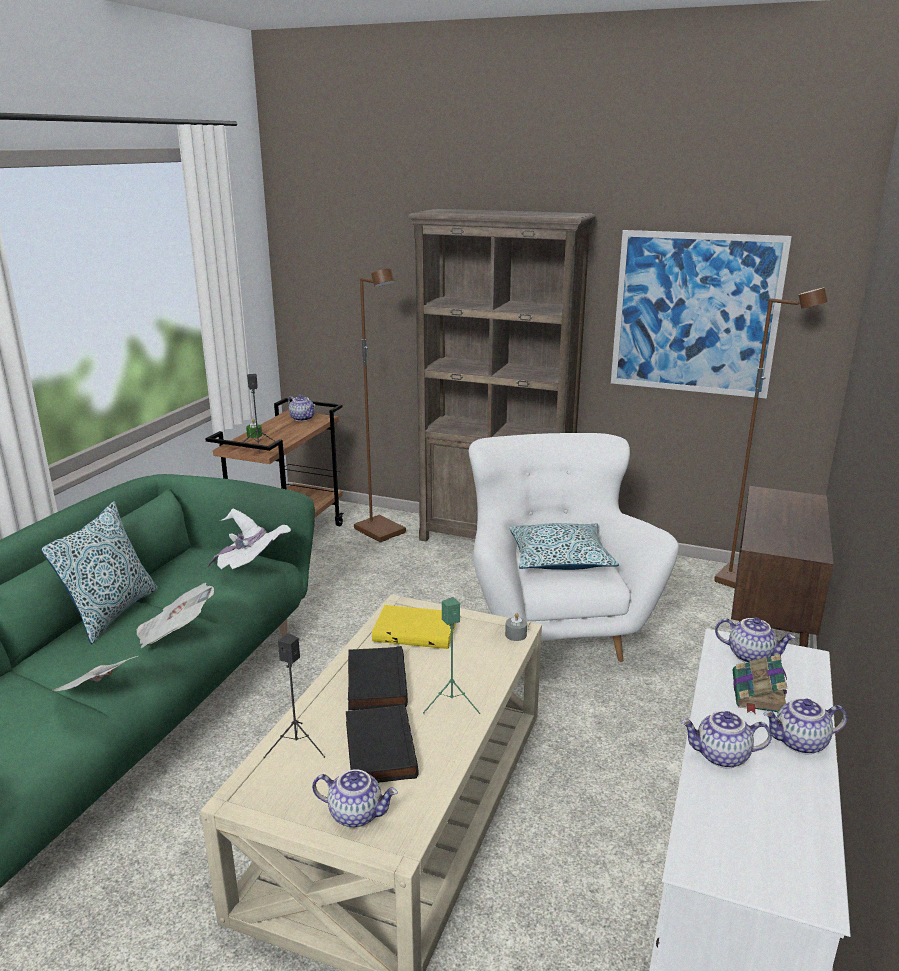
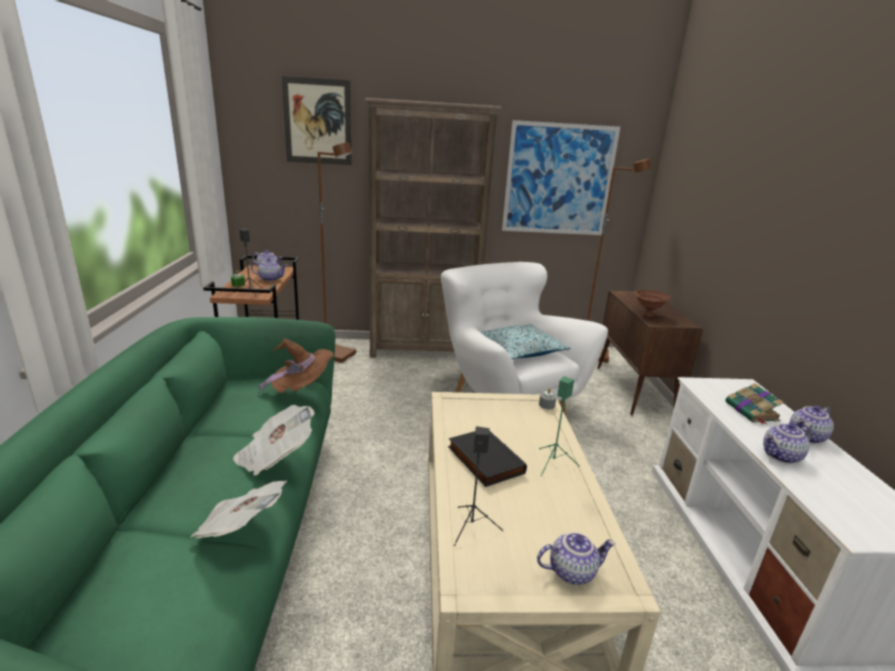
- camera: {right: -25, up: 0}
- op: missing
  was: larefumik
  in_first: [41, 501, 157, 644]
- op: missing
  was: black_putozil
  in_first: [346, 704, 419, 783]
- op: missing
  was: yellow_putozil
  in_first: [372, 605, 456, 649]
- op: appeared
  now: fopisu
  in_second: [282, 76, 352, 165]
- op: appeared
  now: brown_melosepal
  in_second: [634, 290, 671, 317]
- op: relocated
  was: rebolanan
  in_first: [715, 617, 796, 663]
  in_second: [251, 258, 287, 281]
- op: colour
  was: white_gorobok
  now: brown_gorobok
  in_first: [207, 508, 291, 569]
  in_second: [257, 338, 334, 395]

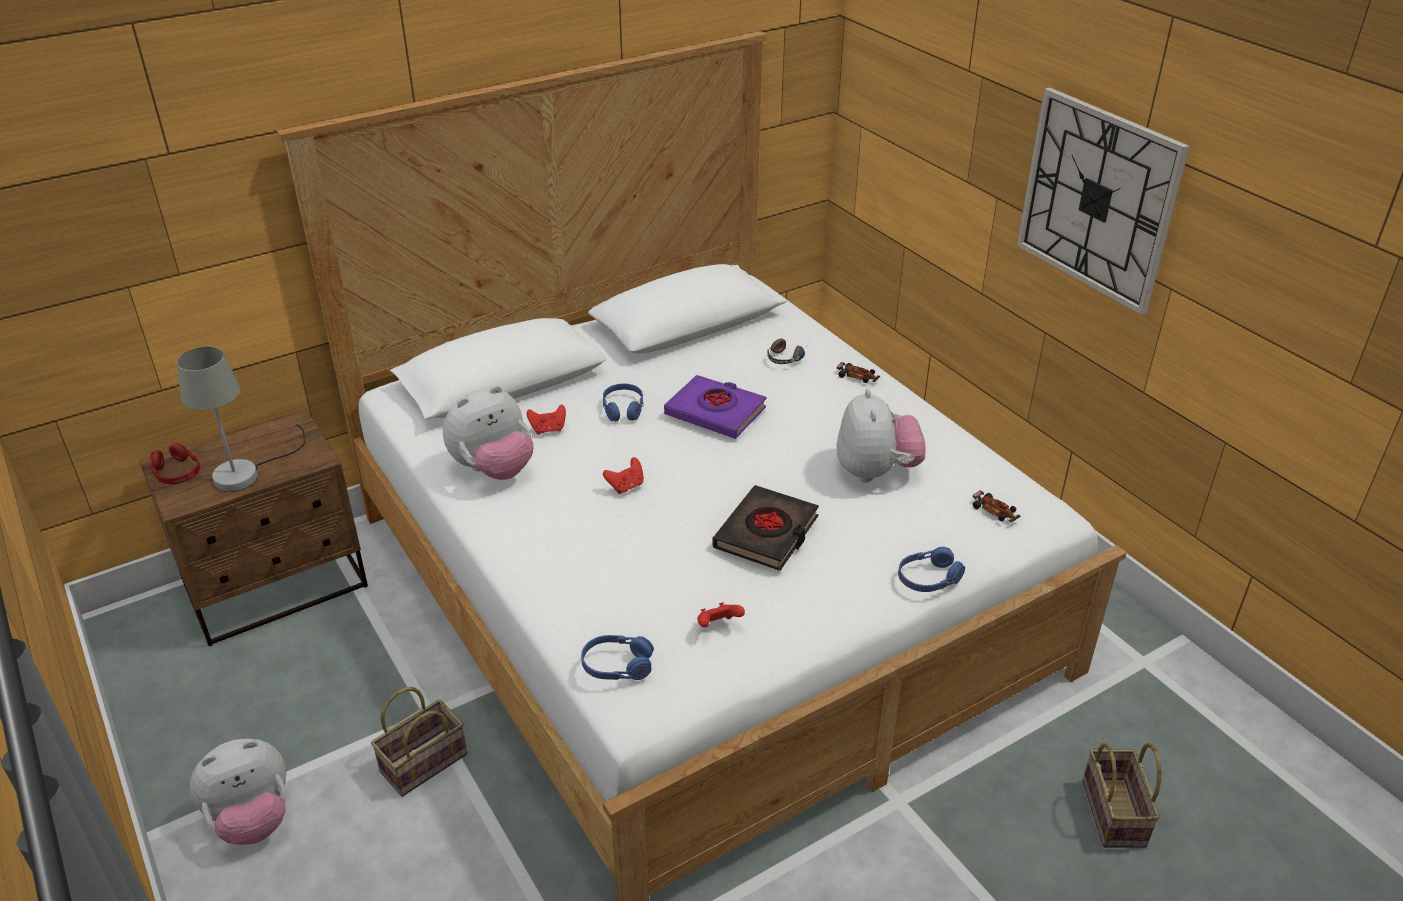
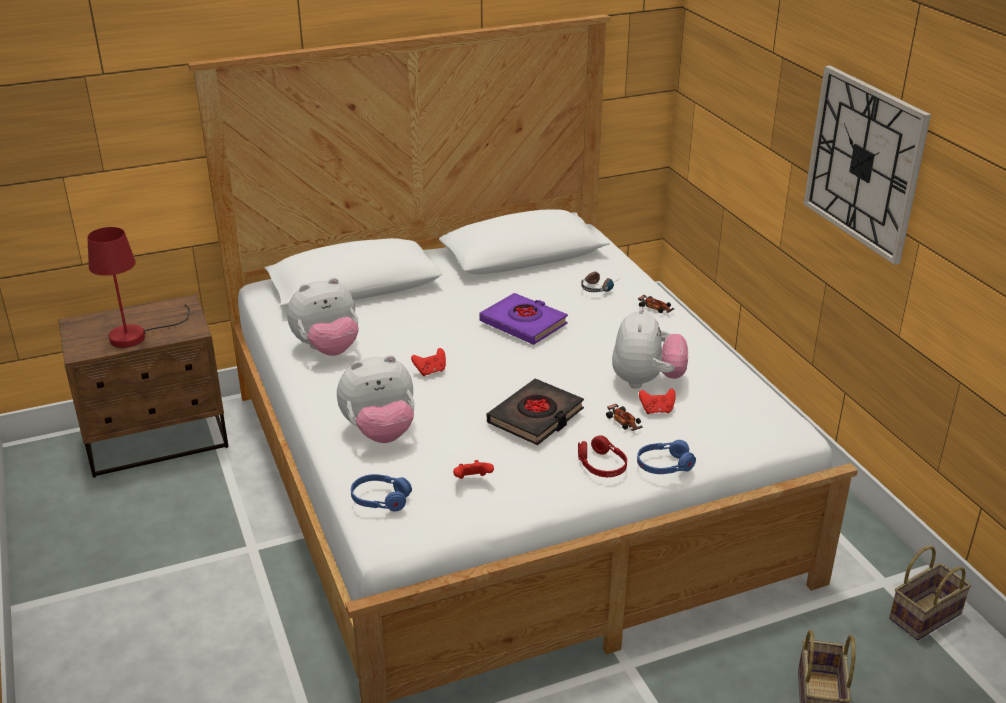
- camera: {right: 10, up: -5}
- op: missing
  was: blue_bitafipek
  in_first: [603, 383, 644, 421]
- op: relocated
  was: red_bitafipek
  in_first: [150, 443, 200, 484]
  in_second: [578, 435, 627, 477]
- op: relocated
  was: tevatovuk
  in_first: [190, 739, 287, 845]
  in_second: [337, 355, 415, 443]
- op: relocated
  was: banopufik
  in_first: [371, 687, 467, 797]
  in_second: [889, 546, 971, 640]
- op: relocated
  was: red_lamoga
  in_first: [527, 405, 566, 434]
  in_second: [639, 388, 676, 414]
- op: relocated
  was: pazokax
  in_first: [972, 490, 1021, 522]
  in_second: [606, 403, 643, 431]
- op: colour
  was: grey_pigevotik
  now: red_pigevotik
  in_first: [177, 347, 305, 492]
  in_second: [87, 227, 190, 348]

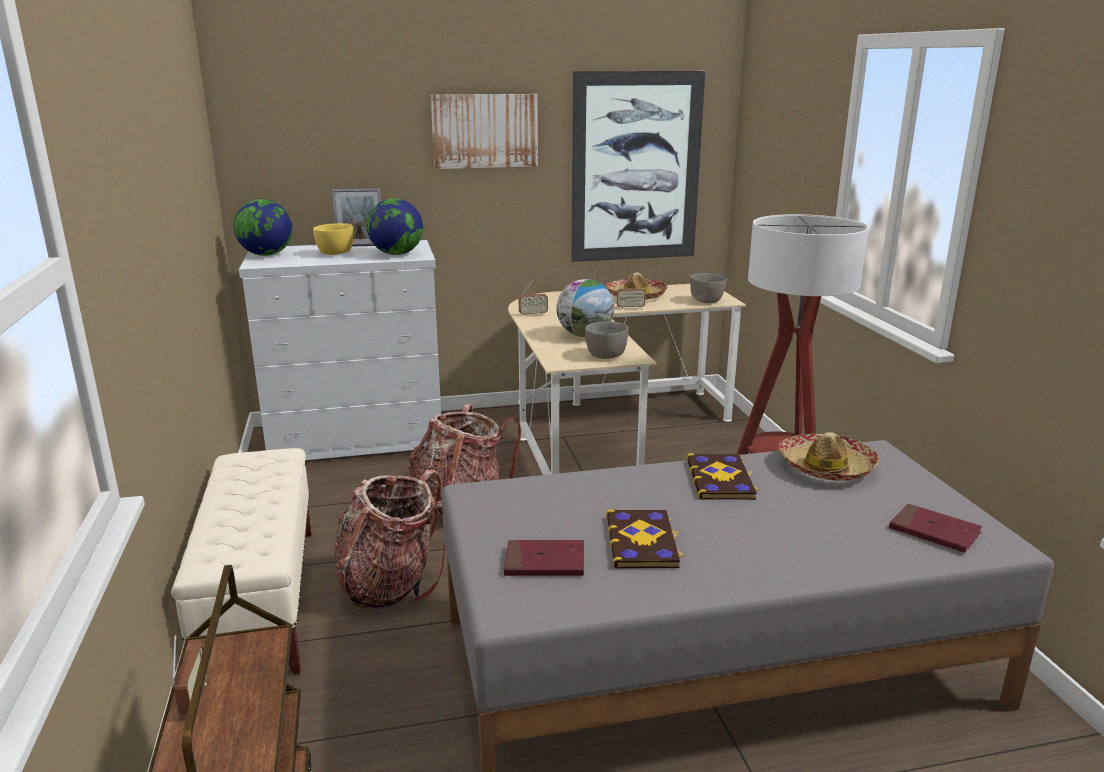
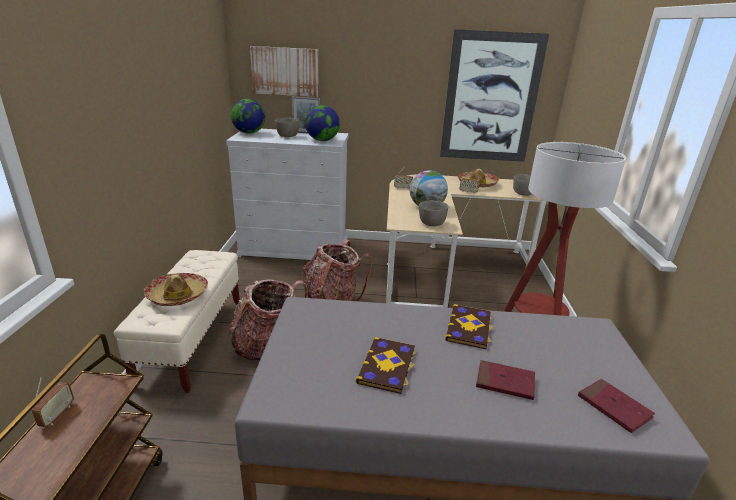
- camera: {right: 15, up: 5}
- op: relocated
  was: fopisu
  in_first: [431, 94, 538, 169]
  in_second: [250, 46, 318, 97]
- op: relocated
  was: red_putozil
  in_first: [504, 540, 584, 576]
  in_second: [476, 360, 535, 400]
- op: relocated
  was: gorobok
  in_first: [779, 432, 879, 481]
  in_second: [144, 273, 208, 306]
- op: colour
  was: yellow_melosepal
  now: grey_melosepal
  in_first: [313, 223, 353, 255]
  in_second: [275, 118, 299, 137]

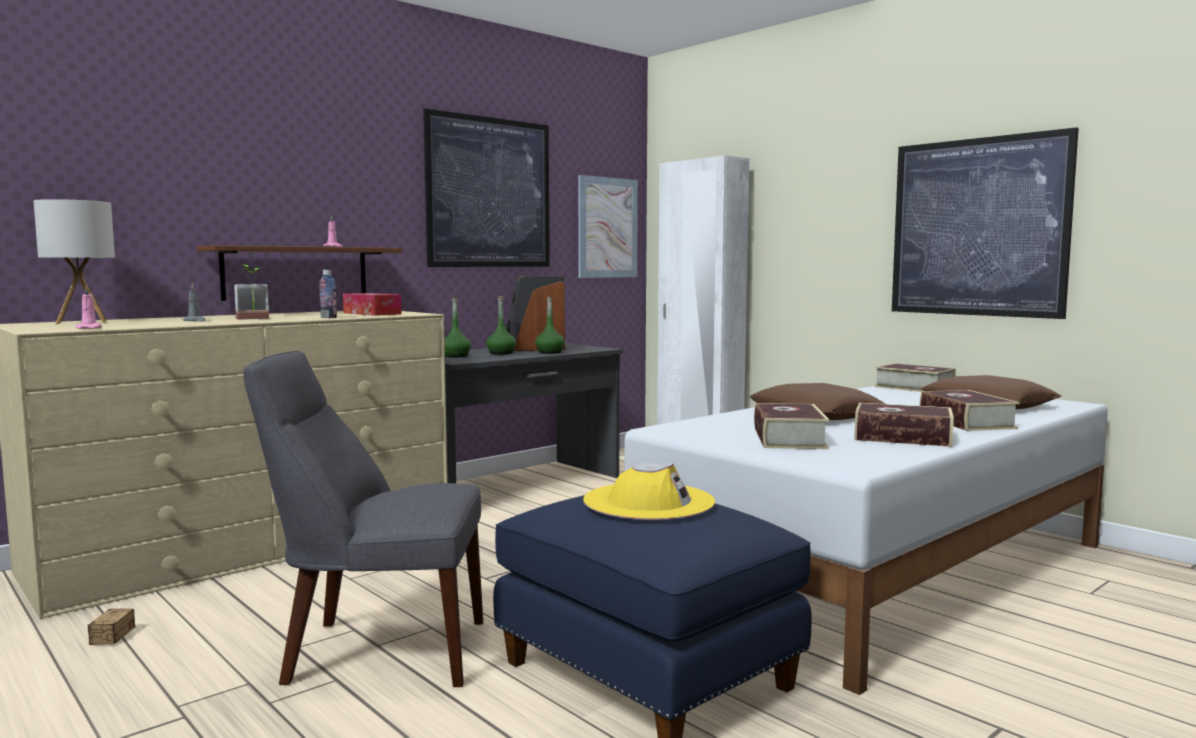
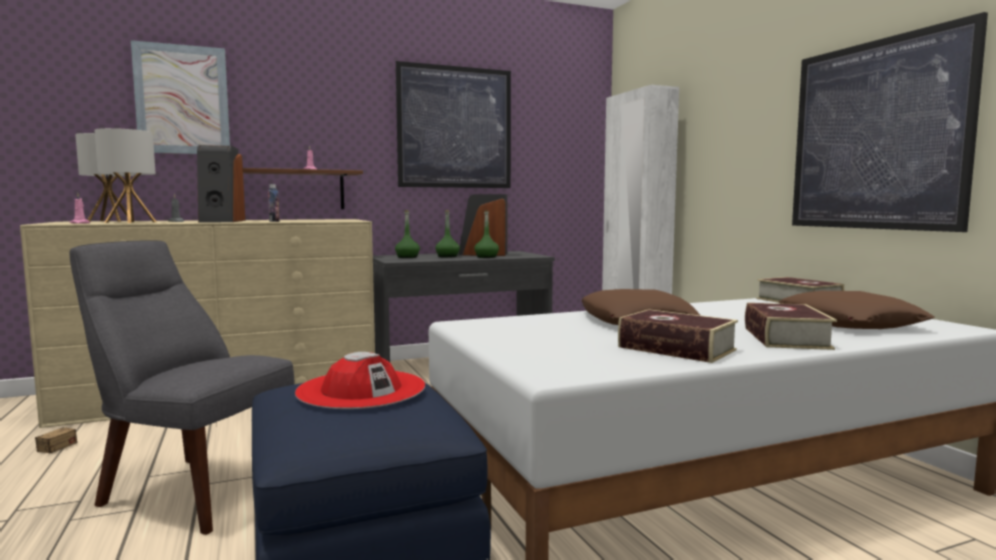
- camera: {right: 20, up: 0}
- op: missing
  was: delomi
  in_first: [343, 293, 402, 316]
- op: missing
  was: putozil
  in_first: [754, 403, 830, 449]
- op: appeared
  now: pigevotik
  in_second: [94, 128, 157, 223]
- op: relocated
  was: fopisu
  in_first: [578, 175, 638, 278]
  in_second: [131, 40, 230, 154]
- op: exchanged
  was: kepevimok
  now: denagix
  in_first: [234, 265, 269, 320]
  in_second: [197, 145, 245, 223]
- op: colour
  was: yellow_gorobok
  now: red_gorobok
  in_first: [583, 463, 715, 520]
  in_second: [295, 352, 425, 409]

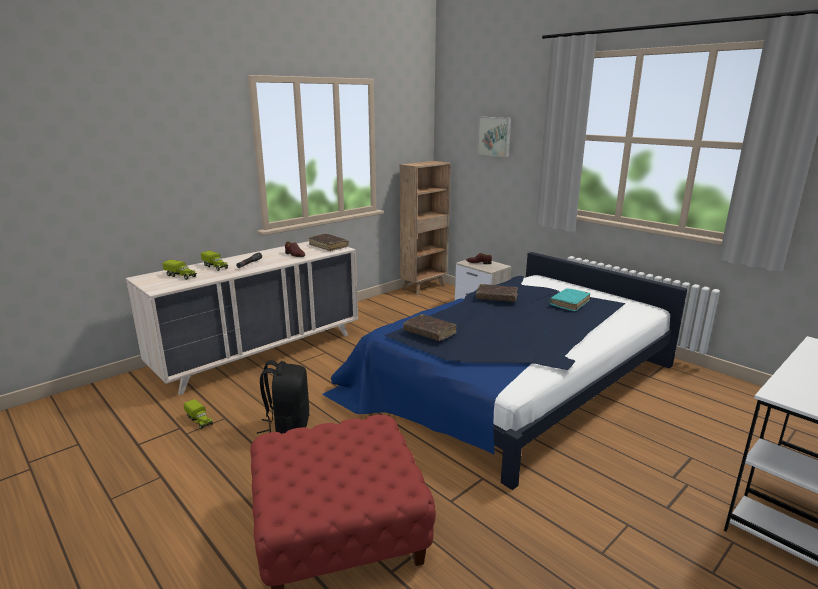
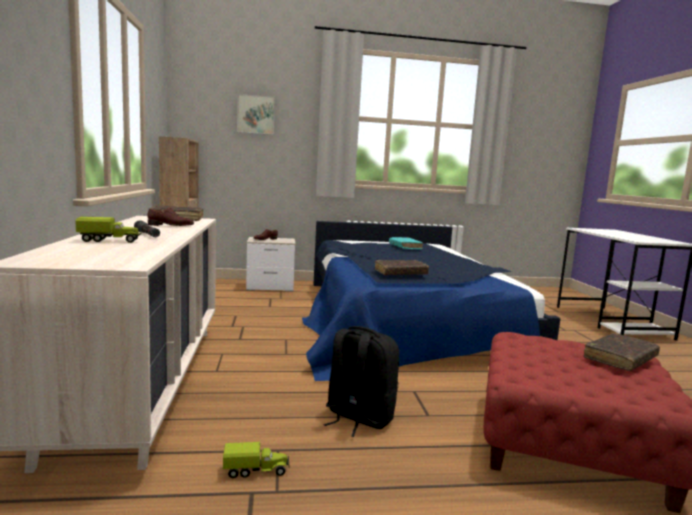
- camera: {right: -55, up: -10}
- op: missing
  was: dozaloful
  in_first: [163, 259, 197, 280]
- op: relocated
  was: brown_putozil
  in_first: [476, 284, 518, 302]
  in_second: [584, 333, 660, 371]

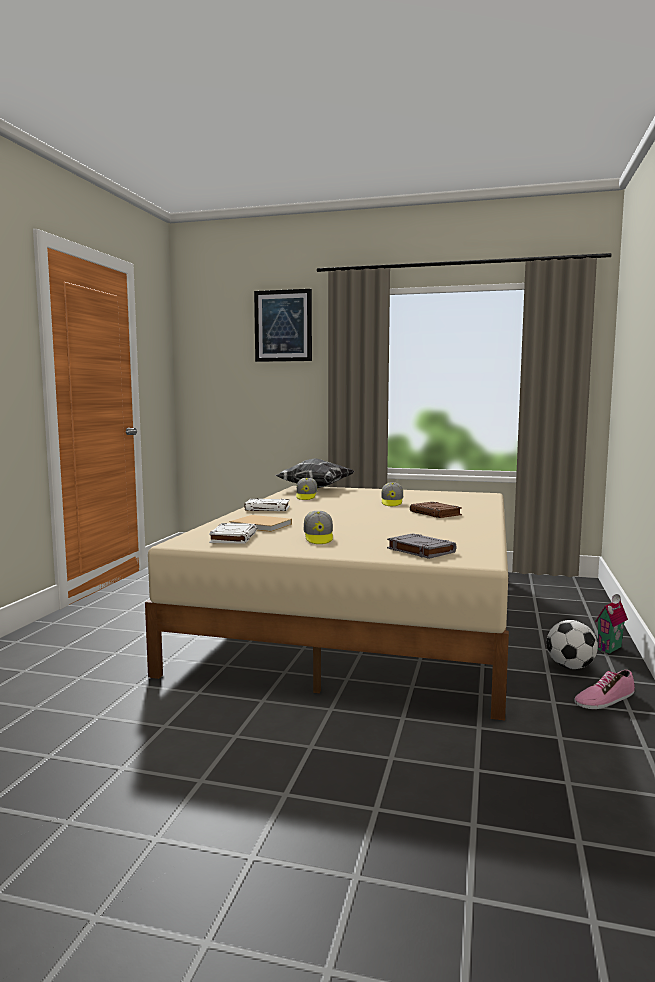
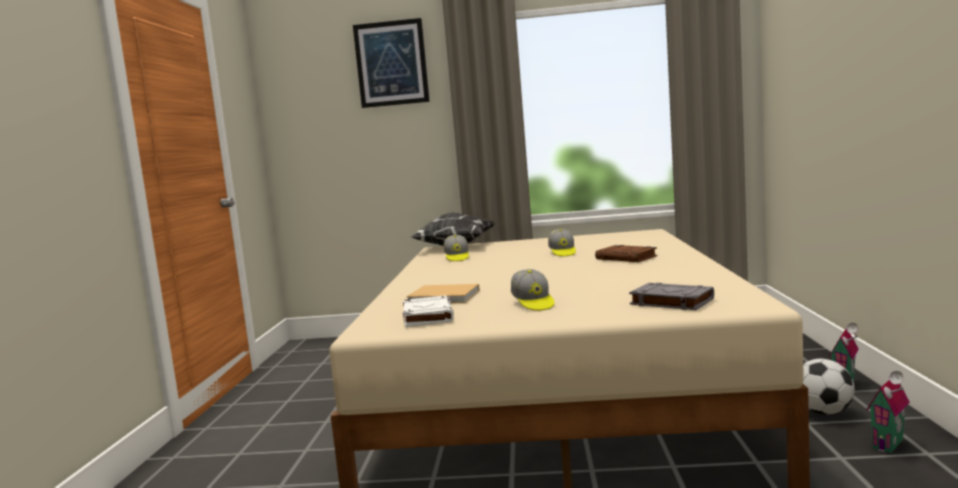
- camera: {right: -10, up: 0}
- op: missing
  was: white_putozil
  in_first: [245, 498, 290, 511]
- op: exchanged
  was: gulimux
  now: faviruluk
  in_first: [574, 670, 635, 709]
  in_second: [866, 371, 910, 453]

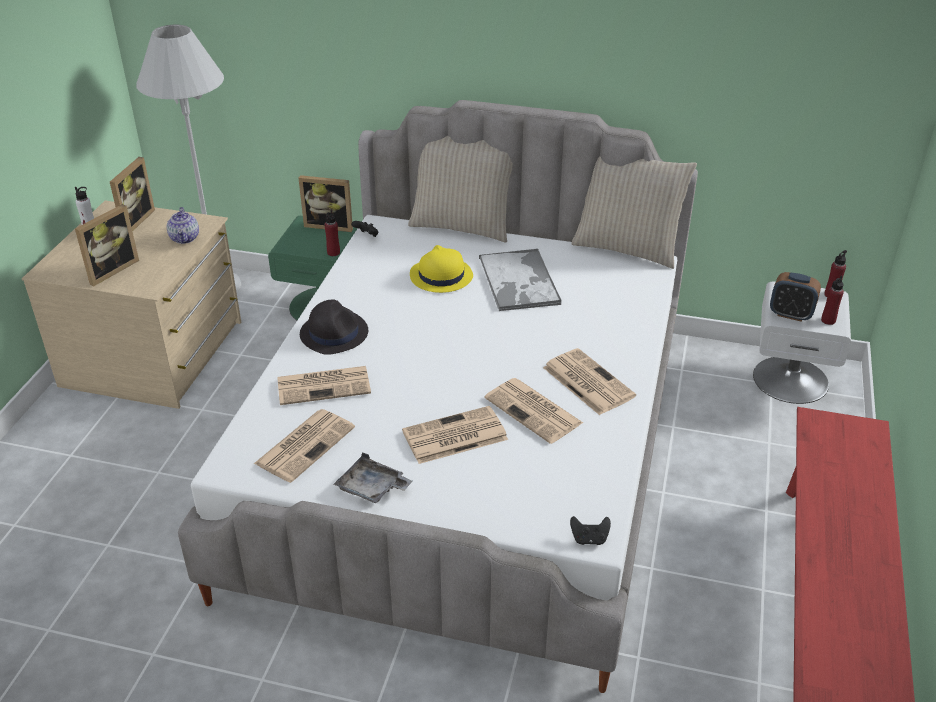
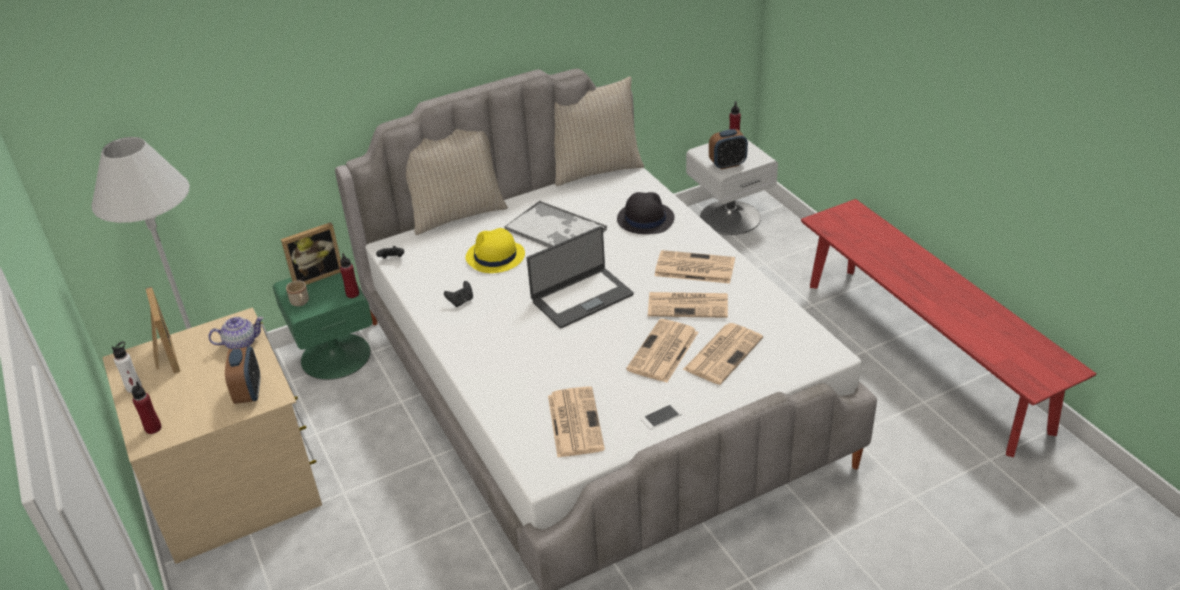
- camera: {right: -40, up: 0}
- op: missing
  was: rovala
  in_first: [75, 204, 139, 286]
- op: appeared
  now: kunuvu
  in_second: [225, 347, 260, 404]
- op: appeared
  now: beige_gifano
  in_second: [286, 281, 309, 306]
- op: appeared
  now: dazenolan
  in_second: [527, 226, 634, 329]
- op: relocated
  was: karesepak
  in_first: [277, 366, 371, 405]
  in_second: [683, 323, 763, 385]
- op: relocated
  was: black_gorobok
  in_first: [300, 299, 368, 355]
  in_second: [617, 192, 675, 234]
- op: relocated
  was: black_lamoga
  in_first: [570, 516, 611, 545]
  in_second: [444, 281, 473, 307]
- op: relocated
  was: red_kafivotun
  in_first: [821, 275, 844, 325]
  in_second: [132, 382, 162, 434]
- op: exchanged
  was: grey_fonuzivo
  now: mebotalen
  in_first: [334, 452, 412, 503]
  in_second: [640, 403, 682, 430]
- op: spun
  was: rebolanan
  in_first: [167, 207, 199, 244]
  in_second: [208, 317, 264, 349]
  clockwise: -60

